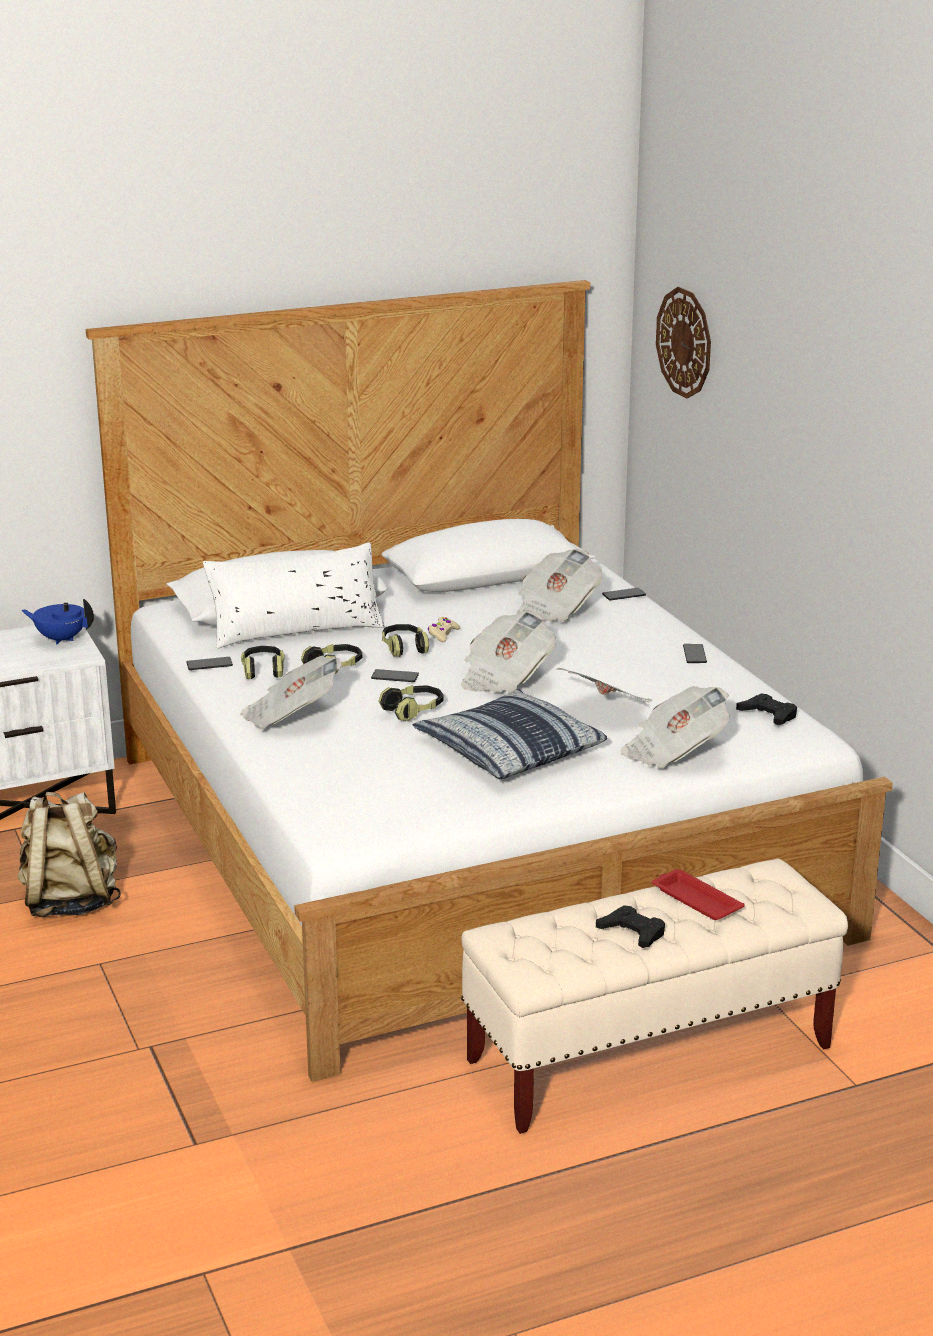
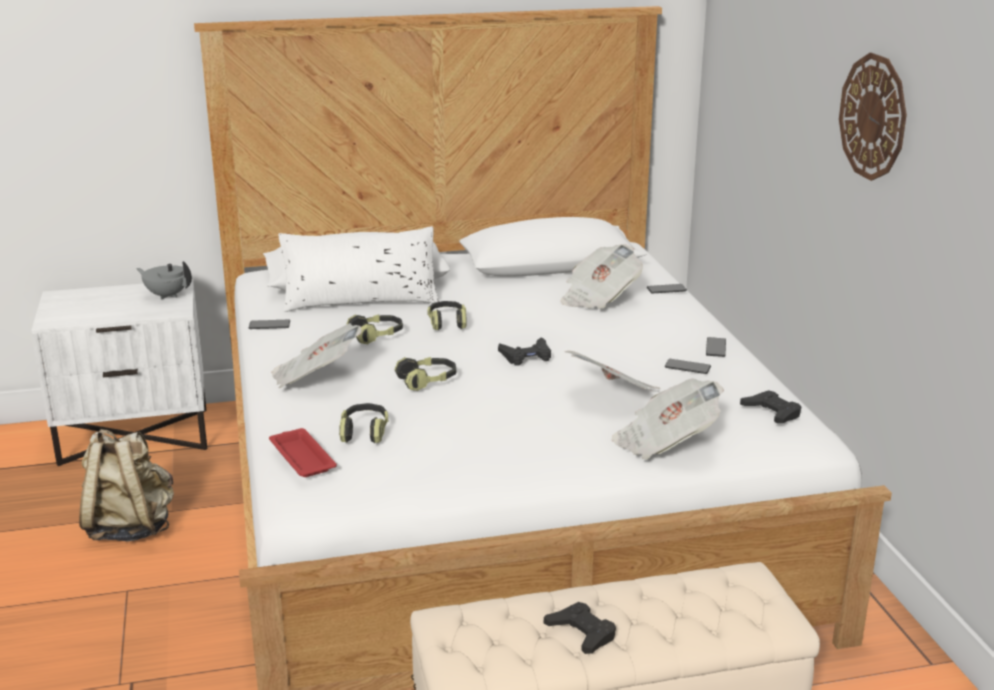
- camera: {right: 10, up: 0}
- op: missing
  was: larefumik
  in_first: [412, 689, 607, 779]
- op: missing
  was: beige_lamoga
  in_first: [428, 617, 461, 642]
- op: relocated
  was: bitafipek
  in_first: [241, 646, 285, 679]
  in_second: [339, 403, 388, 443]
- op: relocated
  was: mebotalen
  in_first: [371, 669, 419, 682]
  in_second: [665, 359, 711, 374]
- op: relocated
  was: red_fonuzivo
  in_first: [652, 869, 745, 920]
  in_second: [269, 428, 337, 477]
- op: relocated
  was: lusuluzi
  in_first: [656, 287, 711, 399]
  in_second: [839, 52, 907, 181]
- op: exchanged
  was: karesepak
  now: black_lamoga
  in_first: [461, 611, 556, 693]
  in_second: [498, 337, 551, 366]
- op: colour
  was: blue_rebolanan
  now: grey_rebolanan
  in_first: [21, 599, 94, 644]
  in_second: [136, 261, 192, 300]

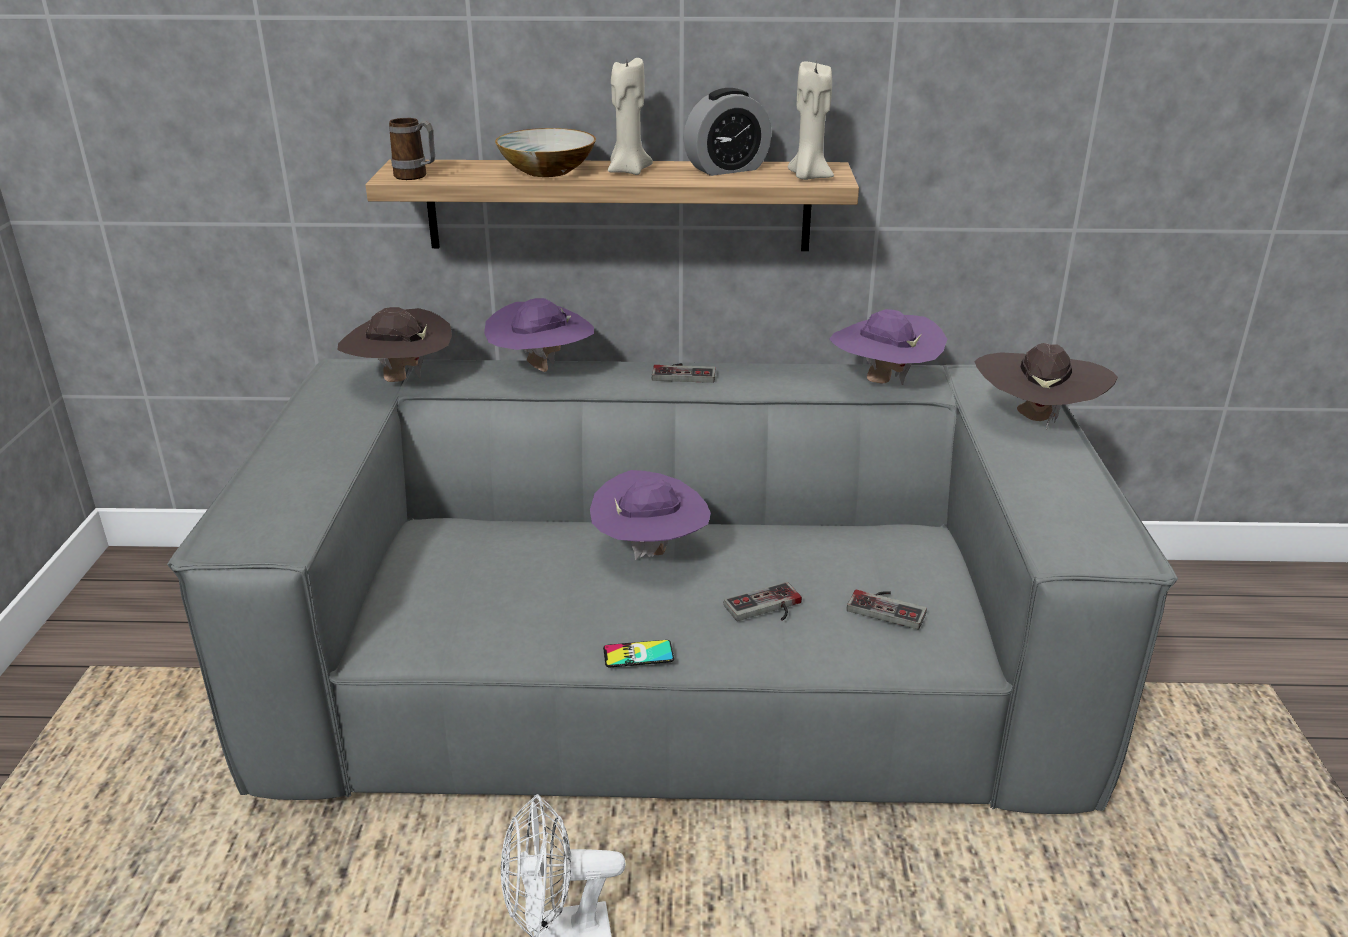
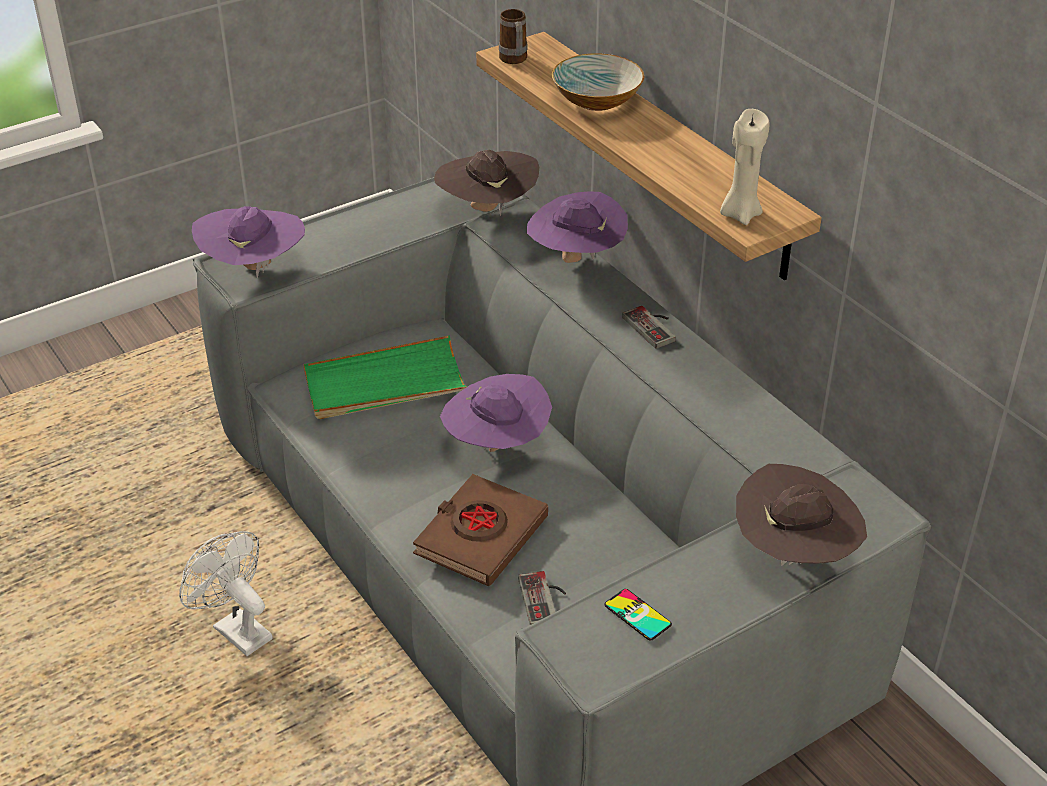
- camera: {right: 55, up: 10}
- op: missing
  was: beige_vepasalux
  in_first: [608, 58, 653, 175]
- op: missing
  was: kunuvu
  in_first: [683, 88, 772, 176]
- op: appeared
  now: green_fonuzivo
  in_second: [303, 335, 468, 419]
- op: relocated
  was: mebotalen
  in_first: [603, 640, 674, 667]
  in_second: [604, 589, 672, 640]
- op: relocated
  was: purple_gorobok
  in_first: [829, 309, 947, 385]
  in_second: [192, 206, 305, 278]
- op: exchanged
  was: lamoga
  now: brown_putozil
  in_first: [724, 582, 802, 621]
  in_second: [413, 474, 548, 586]

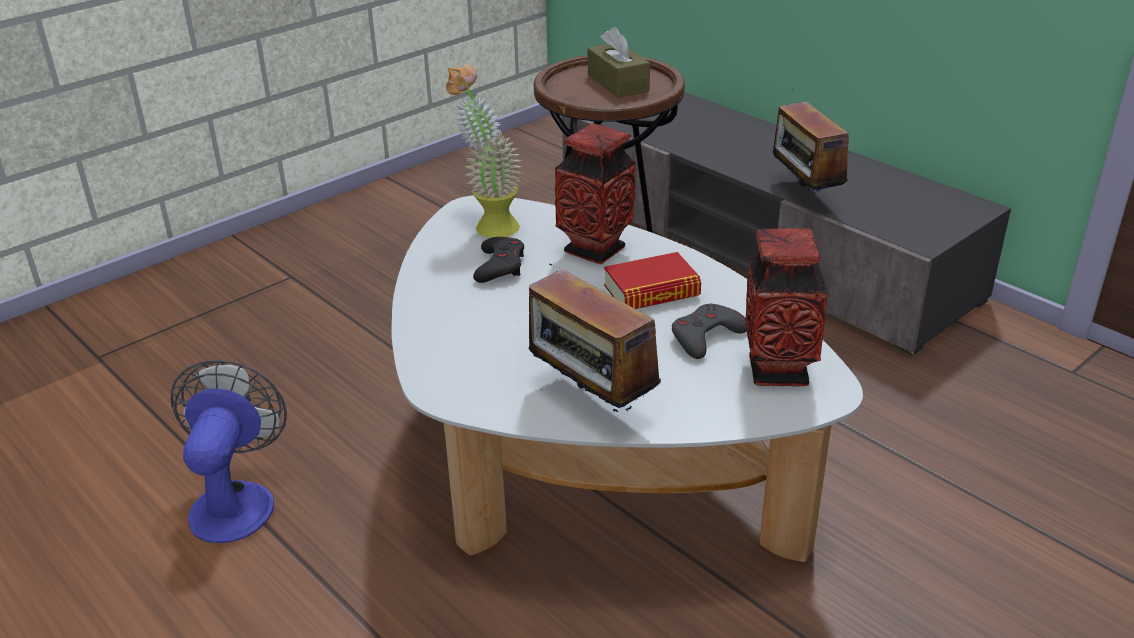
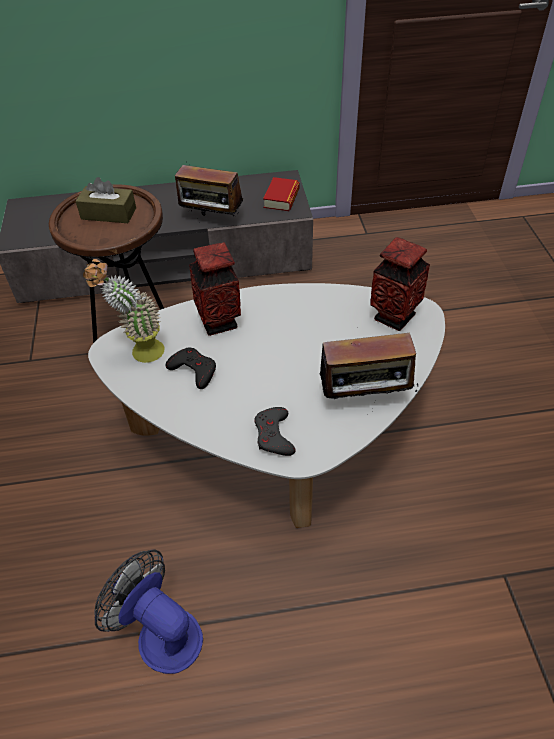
- camera: {right: -55, up: 15}
- op: relocated
  was: putozil
  in_first: [604, 252, 701, 309]
  in_second: [263, 177, 300, 211]
- op: relocated
  was: grey_lamoga
  in_first: [672, 304, 747, 359]
  in_second: [254, 407, 295, 456]

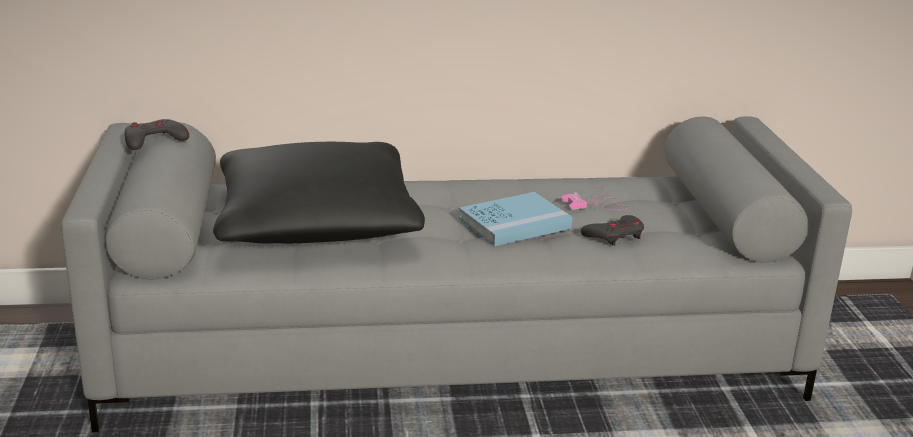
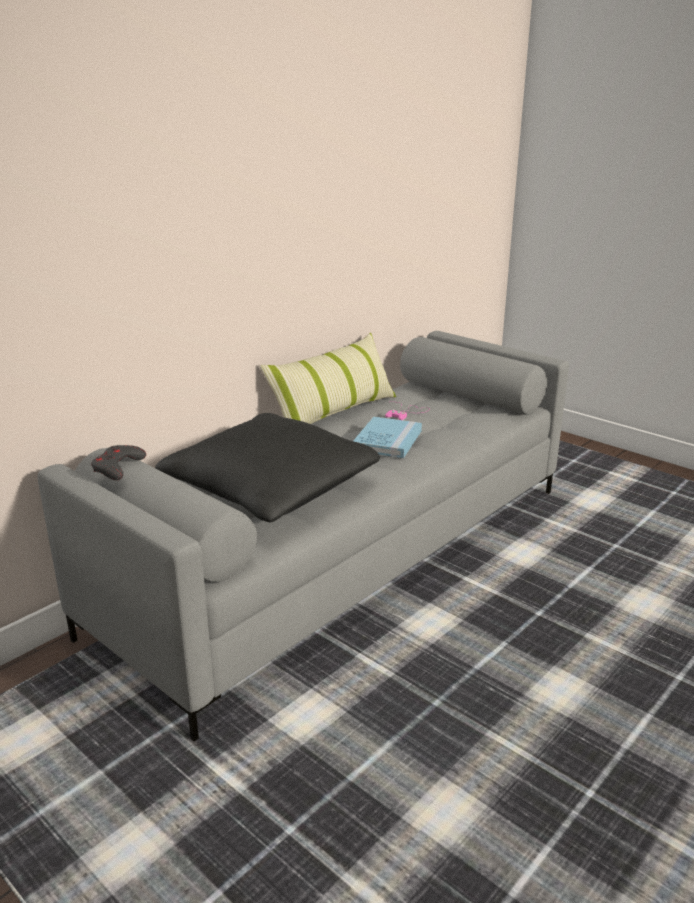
- camera: {right: -40, up: 0}
- op: missing
  was: grey_lamoga
  in_first: [581, 215, 644, 246]
- op: appeared
  now: larefumik
  in_second: [260, 333, 396, 424]

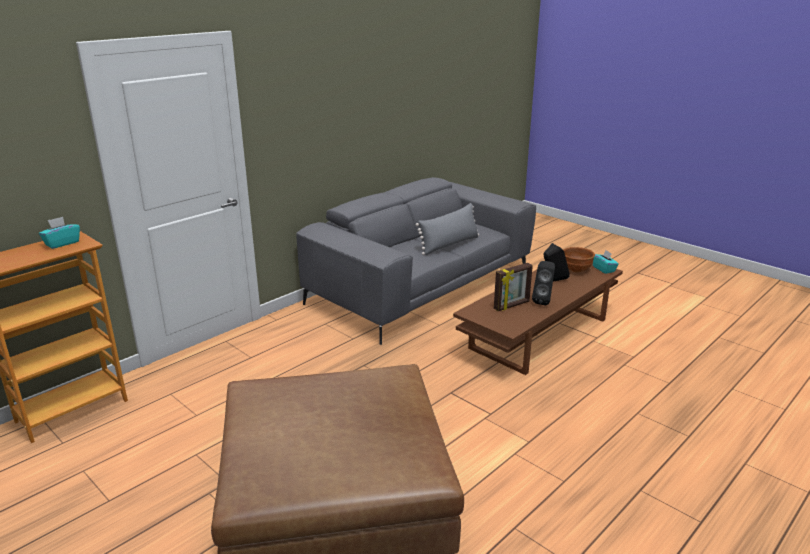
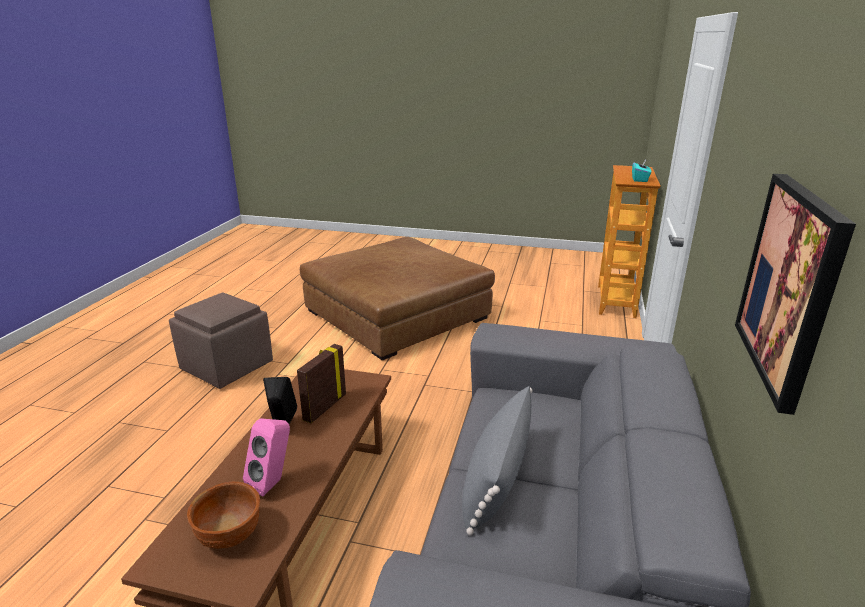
- camera: {right: 150, up: 0}
- op: missing
  was: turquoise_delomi
  in_first: [593, 250, 619, 274]
- op: appeared
  now: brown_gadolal
  in_second: [169, 293, 273, 389]
- op: appeared
  now: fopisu
  in_second: [735, 174, 856, 415]
- op: colour
  was: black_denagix
  now: pink_denagix
  in_first: [543, 243, 570, 282]
  in_second: [243, 418, 290, 497]

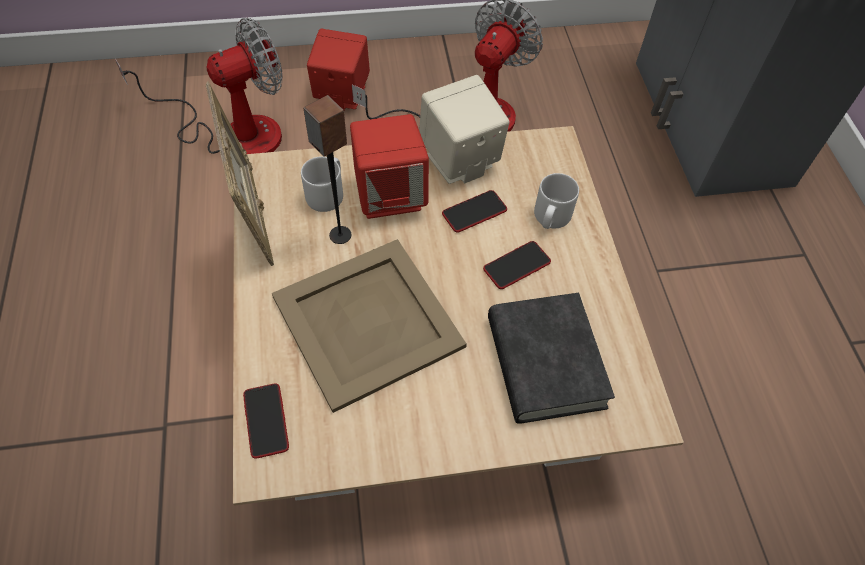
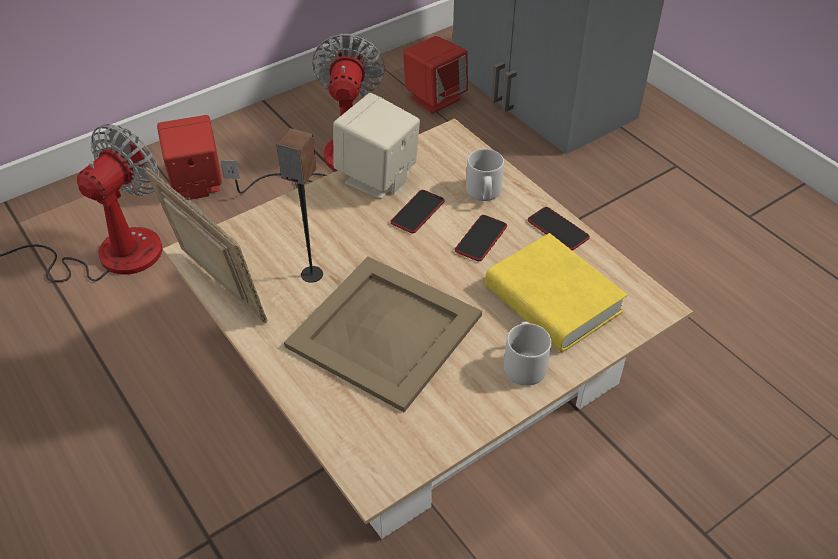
- camera: {right: -25, up: -10}
- op: relocated
  was: mebotalen
  in_first: [243, 383, 289, 459]
  in_second: [528, 207, 590, 250]
- op: relocated
  was: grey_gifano
  in_first: [301, 156, 343, 212]
  in_second: [504, 322, 551, 386]
- op: relocated
  was: red_denagix
  in_first: [350, 114, 429, 219]
  in_second: [403, 36, 468, 114]
- op: colour
  was: black_putozil
  now: yellow_putozil
  in_first: [488, 293, 615, 424]
  in_second: [485, 233, 627, 352]

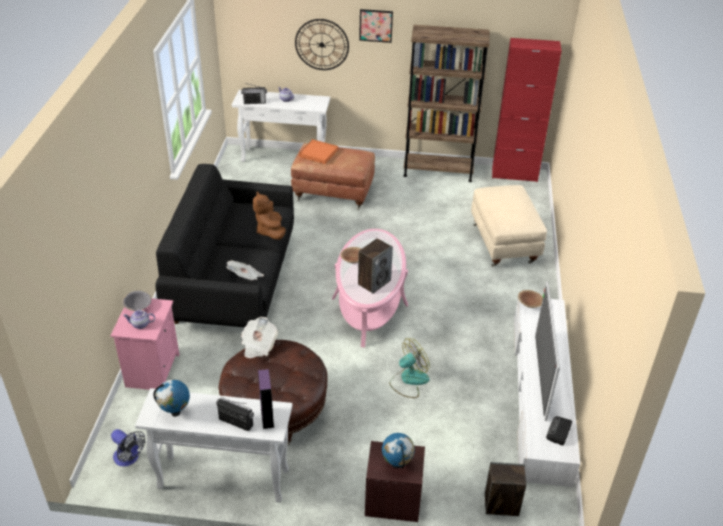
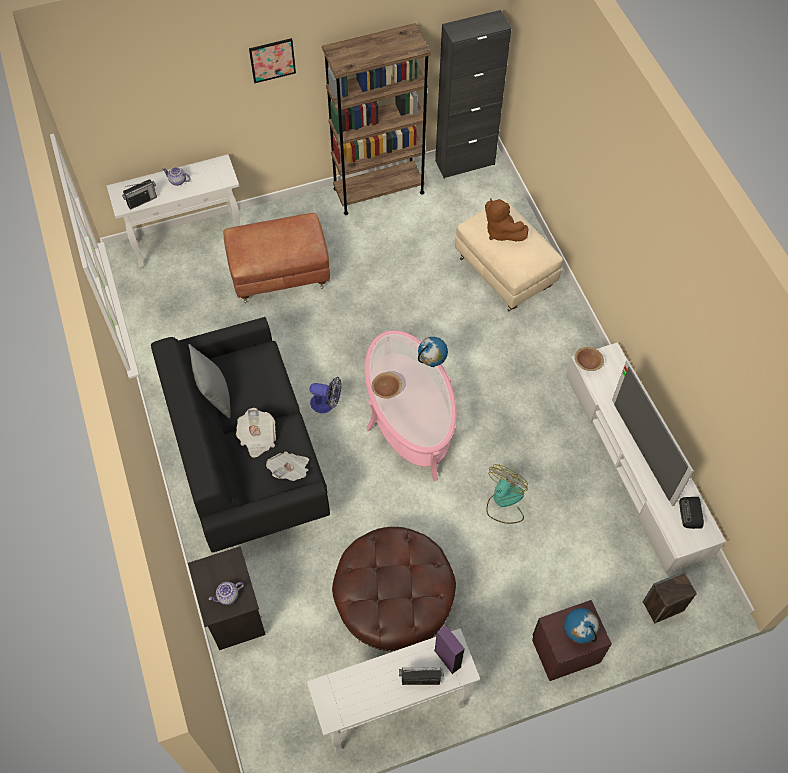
- camera: {right: -25, up: 20}
- op: missing
  was: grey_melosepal
  in_first: [122, 291, 151, 311]
- op: missing
  was: lusuluzi
  in_first: [295, 19, 349, 70]
- op: missing
  was: orange_fonuzivo
  in_first: [299, 139, 338, 164]
- op: missing
  was: denagix
  in_first: [358, 238, 393, 294]
- op: appeared
  now: grey_larefumik
  in_second: [188, 344, 231, 418]
- op: relocated
  was: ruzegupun
  in_first: [111, 429, 145, 467]
  in_second: [309, 377, 341, 413]
- op: relocated
  was: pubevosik
  in_first: [153, 380, 190, 417]
  in_second: [418, 337, 448, 367]
- op: relocated
  was: karesepak
  in_first: [241, 317, 278, 358]
  in_second: [236, 408, 276, 458]
- op: relocated
  was: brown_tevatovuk
  in_first: [253, 192, 286, 240]
  in_second: [485, 198, 528, 241]
- op: colour
  was: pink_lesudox
  now: black_lesudox
  in_first: [110, 298, 179, 390]
  in_second: [188, 546, 266, 650]
- op: colour
  was: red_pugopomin
  now: black_pugopomin
  in_first: [492, 38, 562, 182]
  in_second: [435, 10, 511, 179]

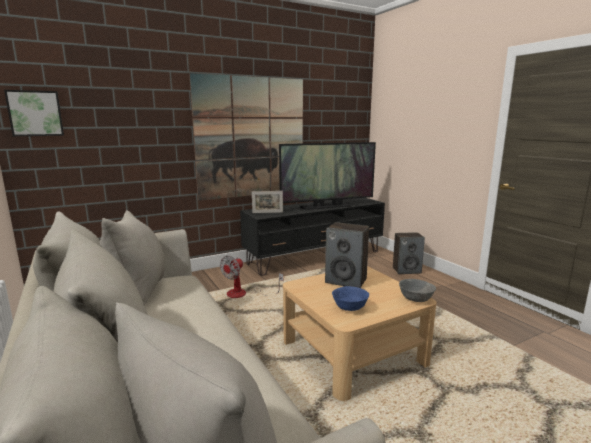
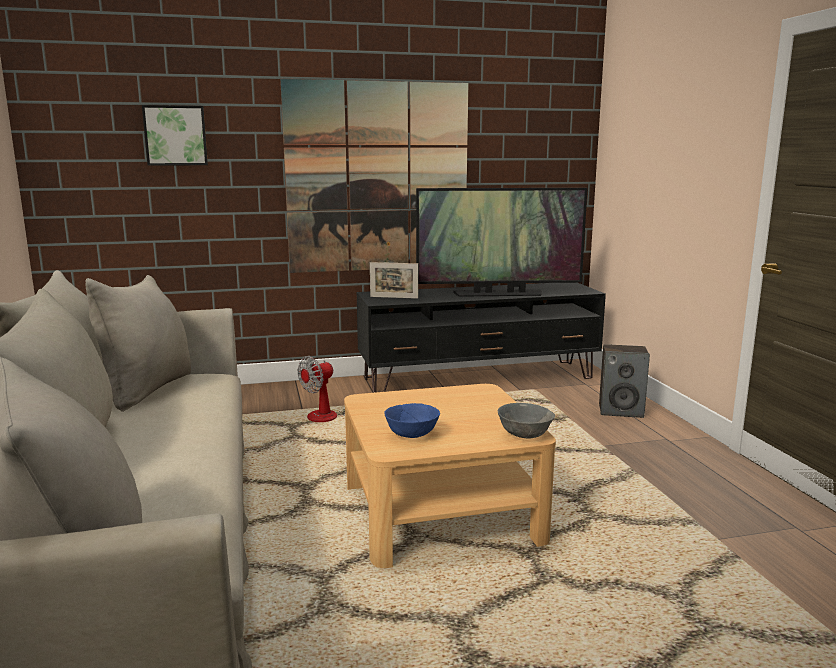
- camera: {right: 15, up: 0}
- op: missing
  was: denagix
  in_first: [325, 222, 369, 288]
- op: relocated
  was: fopisu
  in_first: [4, 90, 64, 136]
  in_second: [142, 105, 208, 166]

